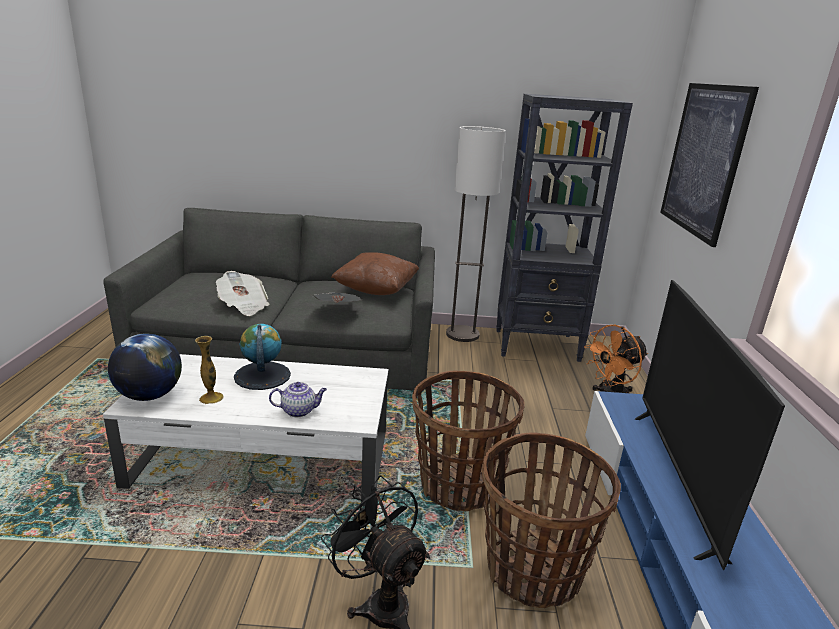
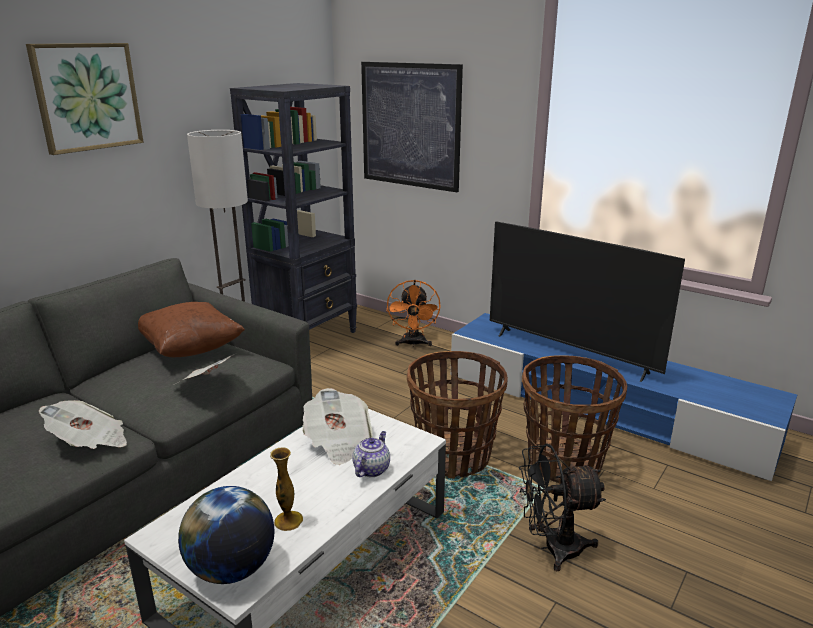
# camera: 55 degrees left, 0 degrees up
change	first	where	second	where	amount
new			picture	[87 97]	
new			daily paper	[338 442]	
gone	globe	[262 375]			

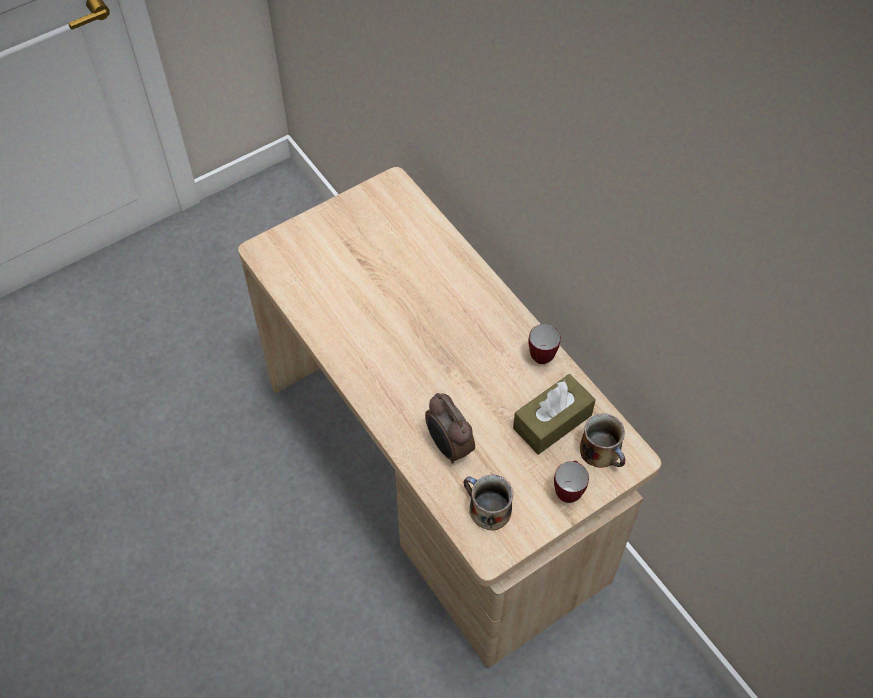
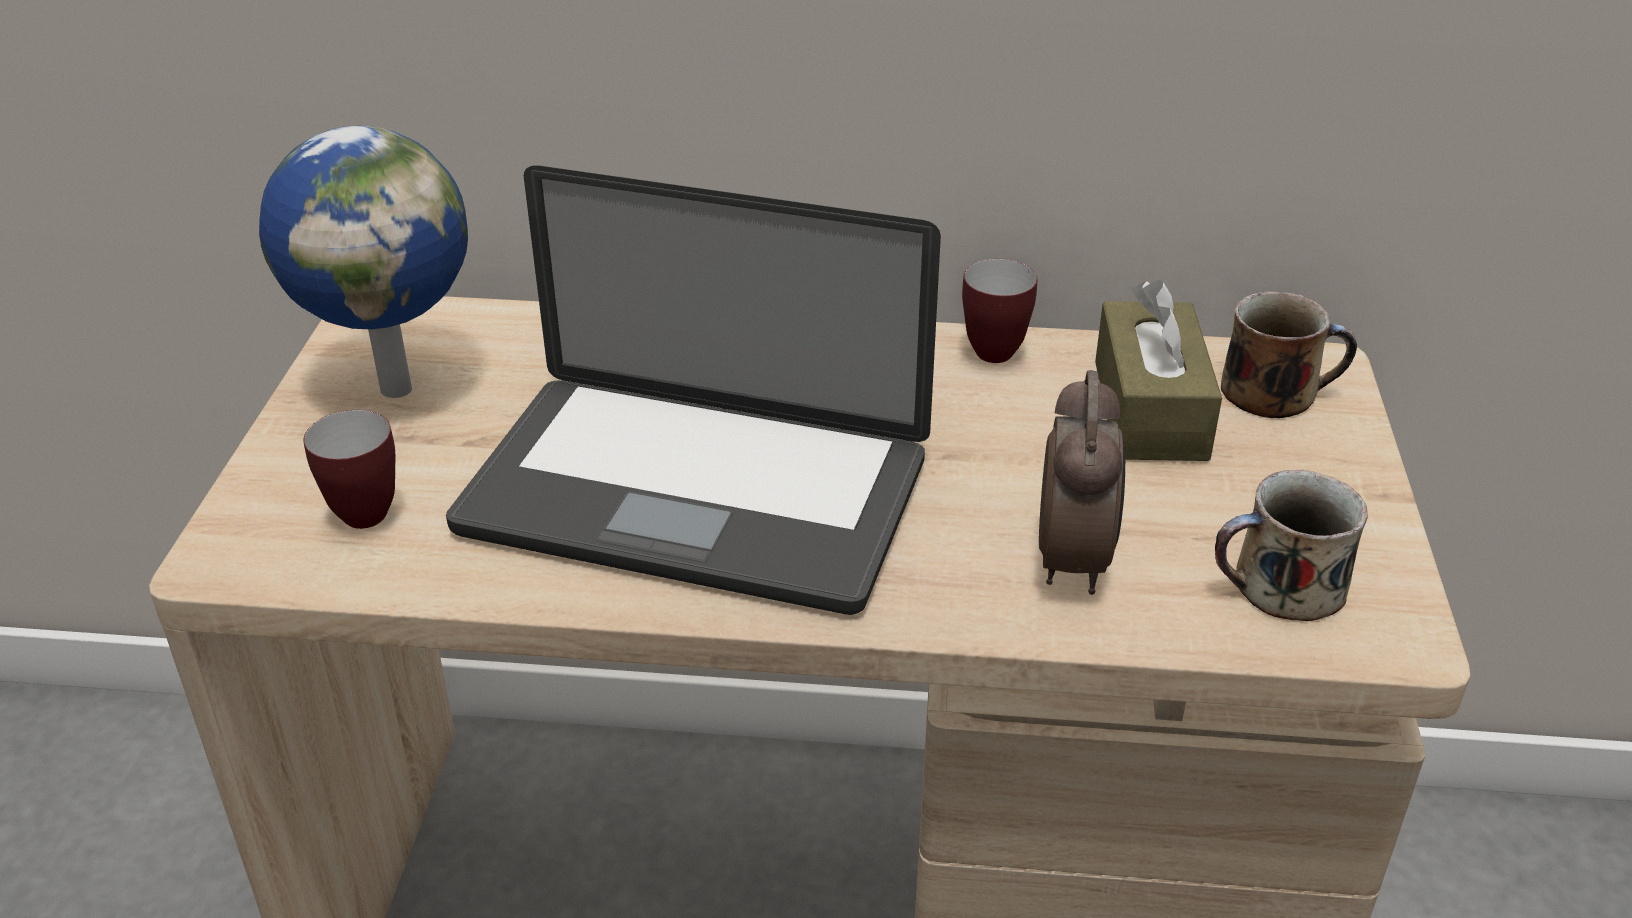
# camera: 50 degrees left, 20 degrees down
change	first	where	second	where	amount
new			globe	[397 386]	
shifted	coffee mug	[568 490]		[359 510]	
new			laptop	[694 497]	
rotated	alarm clock	[448 447]		[1074 561]	90 degrees counterclockwise

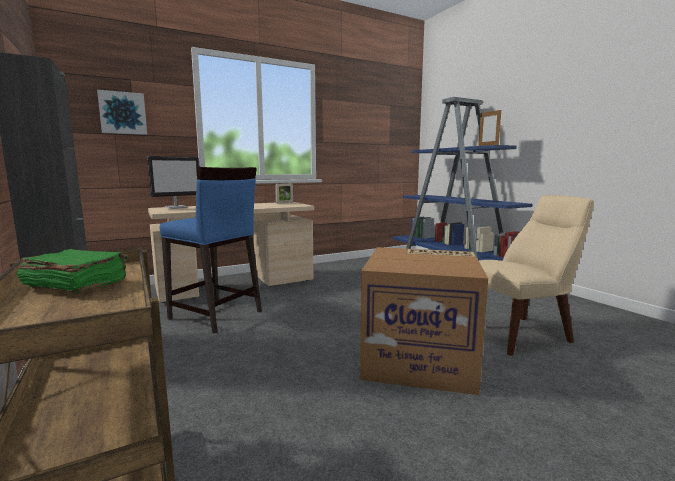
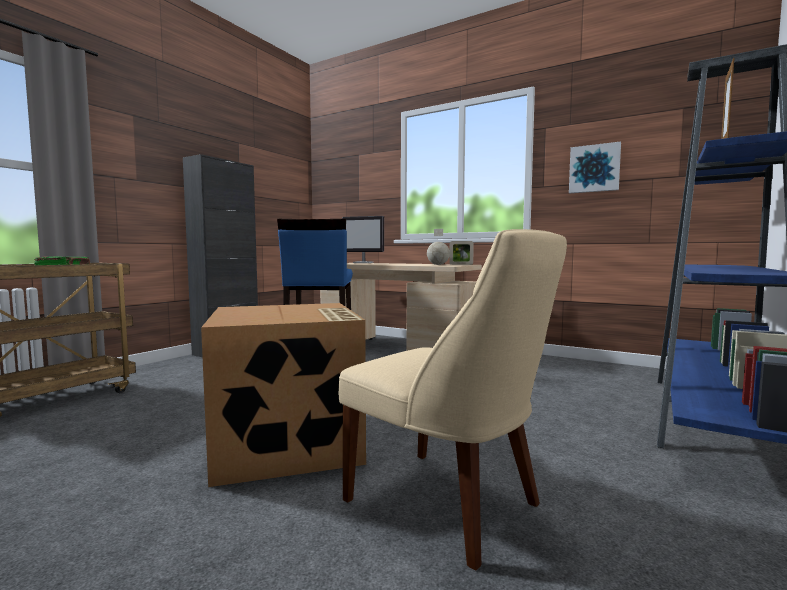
# camera: 60 degrees right, 5 degrees down
change	first	where	second	where	amount
new			globe	[438 264]	
shifted	picture	[123 113]		[594 168]	

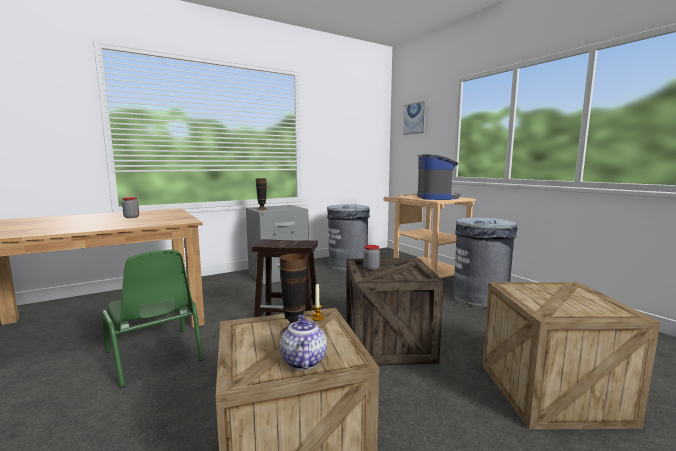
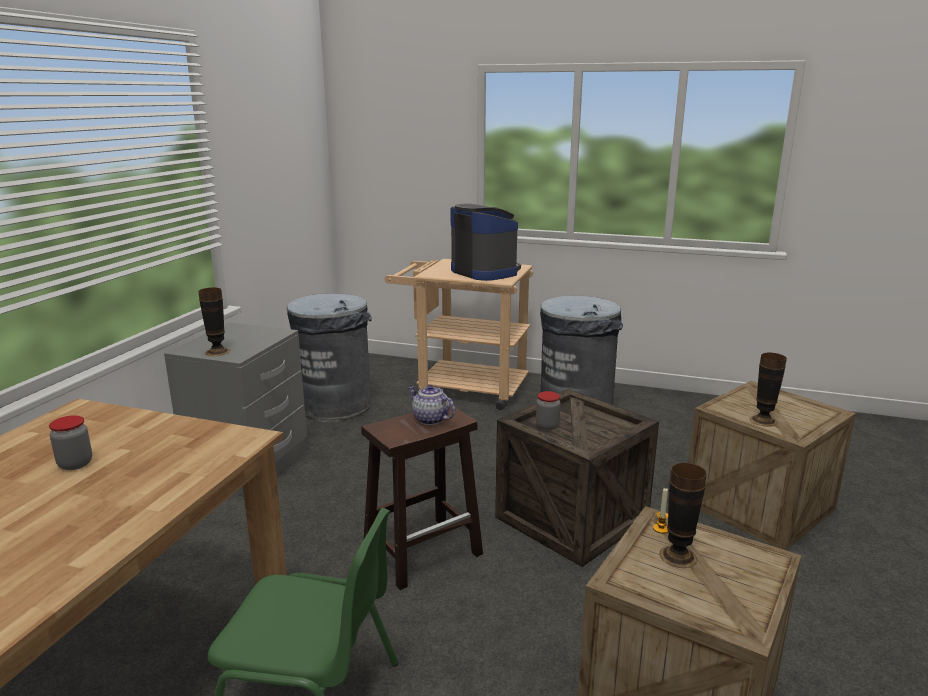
# camera: 40 degrees left, 10 degrees up
change	first	where	second	where	amount
shifted	teapot	[303 360]		[430 419]	
new			decorative vase	[763 420]	
gone	picture	[415 118]			

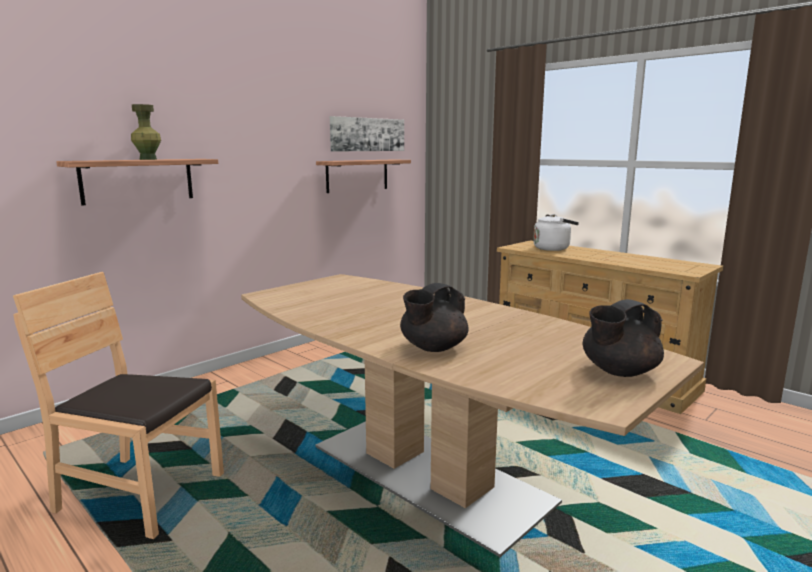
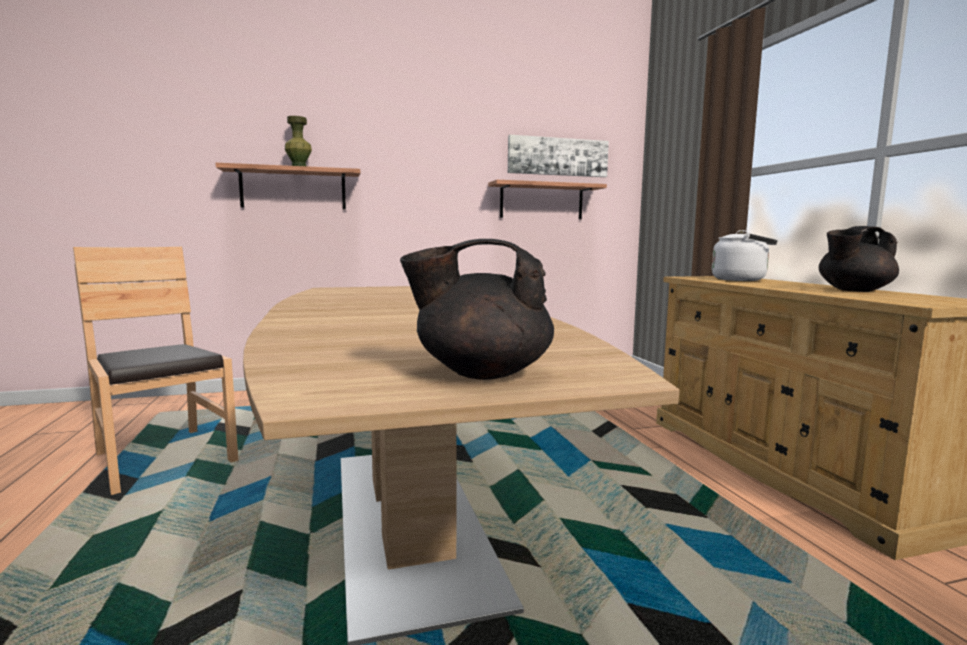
# camera: 30 degrees right, 5 degrees down
change	first	where	second	where	amount
shifted	blackish teapot	[432 348]		[853 290]	

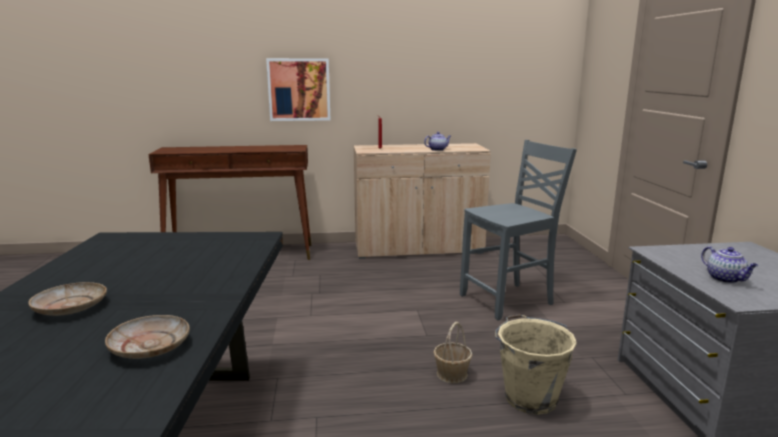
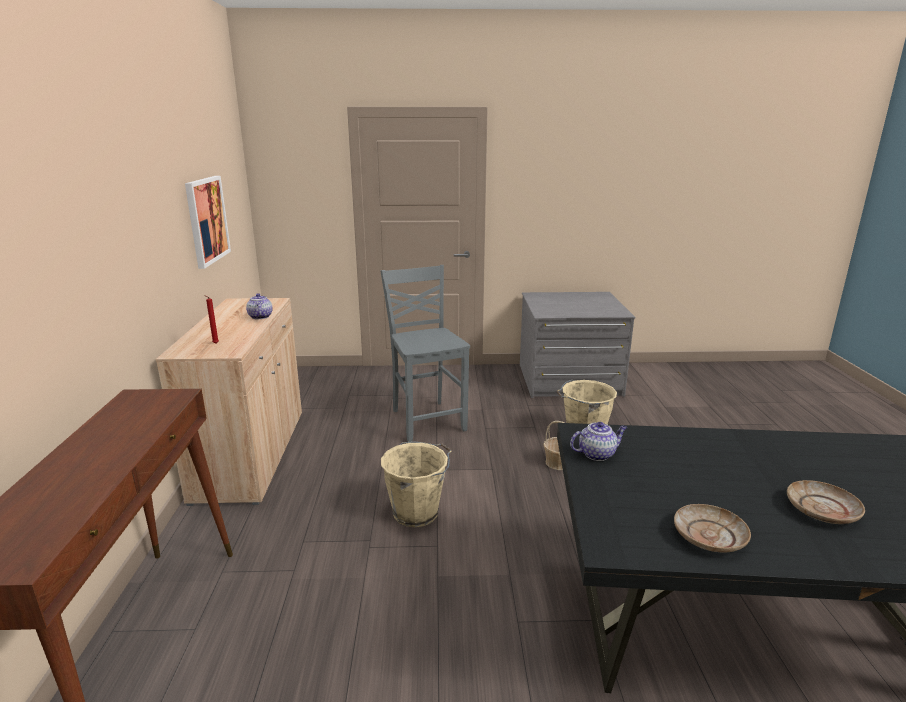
# camera: 85 degrees left, 5 degrees up
change	first	where	second	where	amount
shifted	picture	[299 89]		[206 220]	
new			beige pail	[417 512]	
shifted	teapot	[725 279]		[597 454]	
shifted	beige dinner plate	[150 346]		[709 536]	

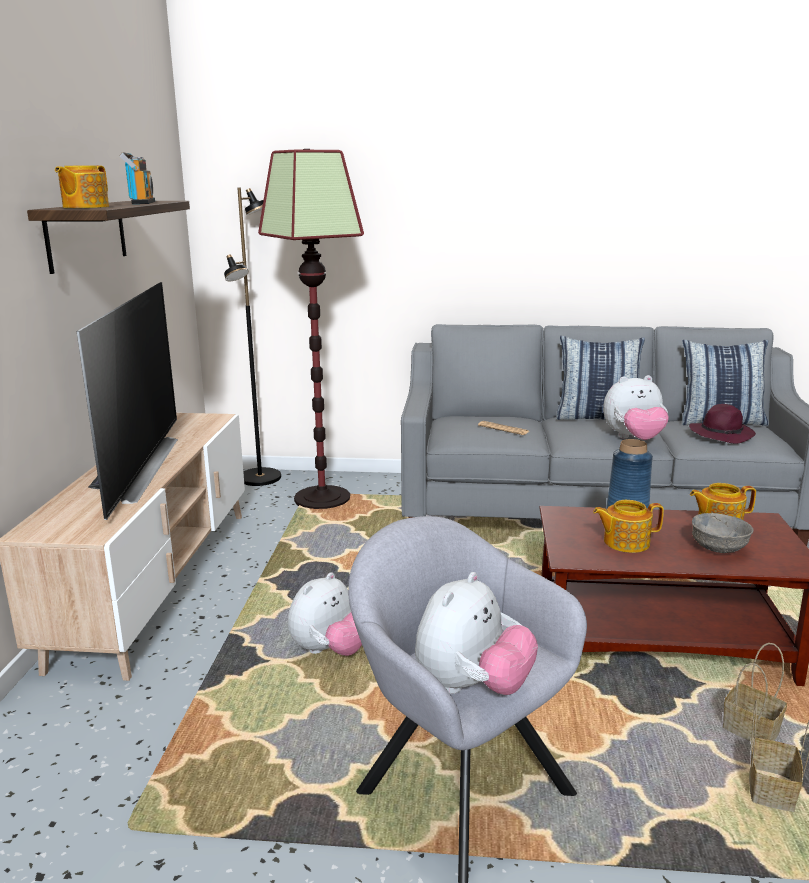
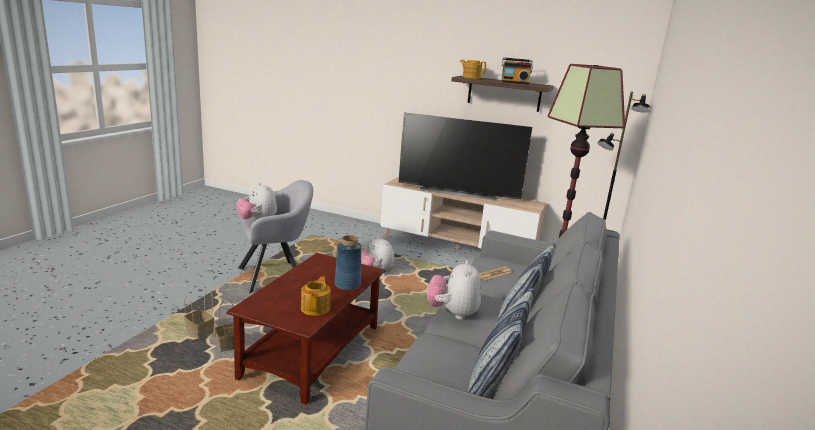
# camera: 105 degrees right, 0 degrees up
change	first	where	second	where	amount
gone	teapot	[625 542]			
gone	purplish clothing hat	[722 434]			
gone	greyish bowl	[717 549]			

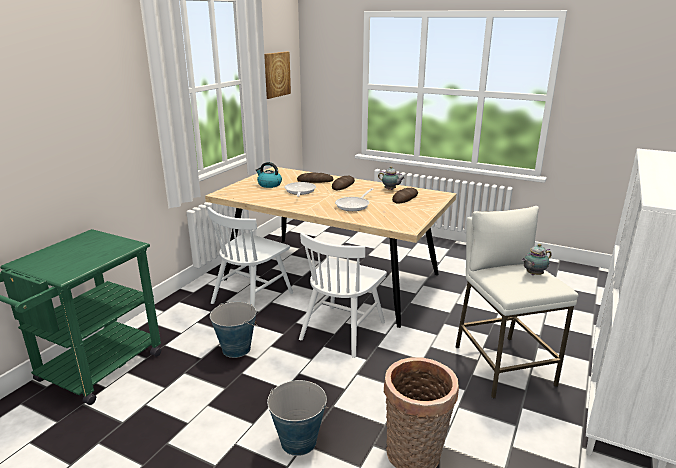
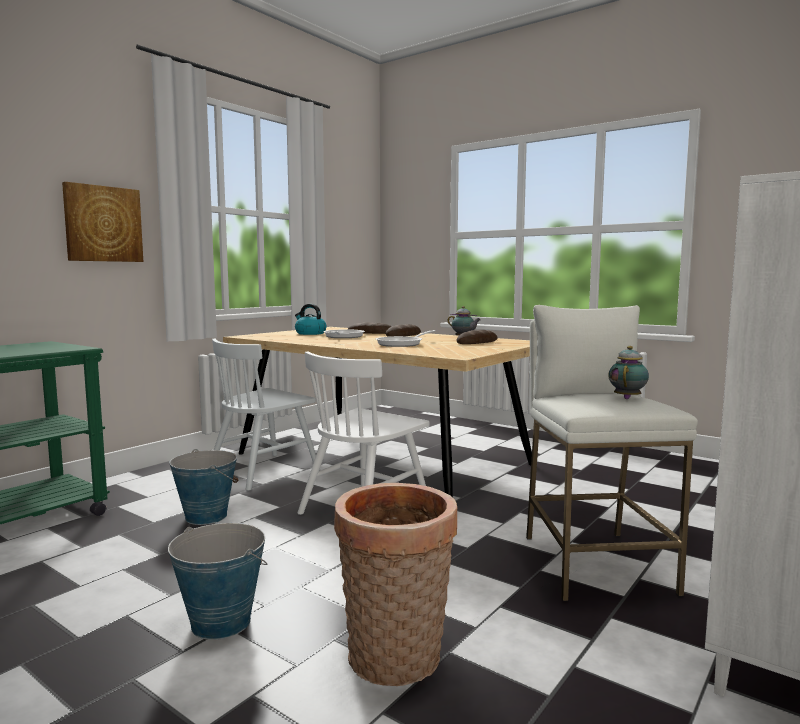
# camera: 10 degrees right, 15 degrees down
change	first	where	second	where	amount
shifted	picture	[275 74]		[103 224]	
rotated	teapot	[533 274]		[628 398]	135 degrees clockwise

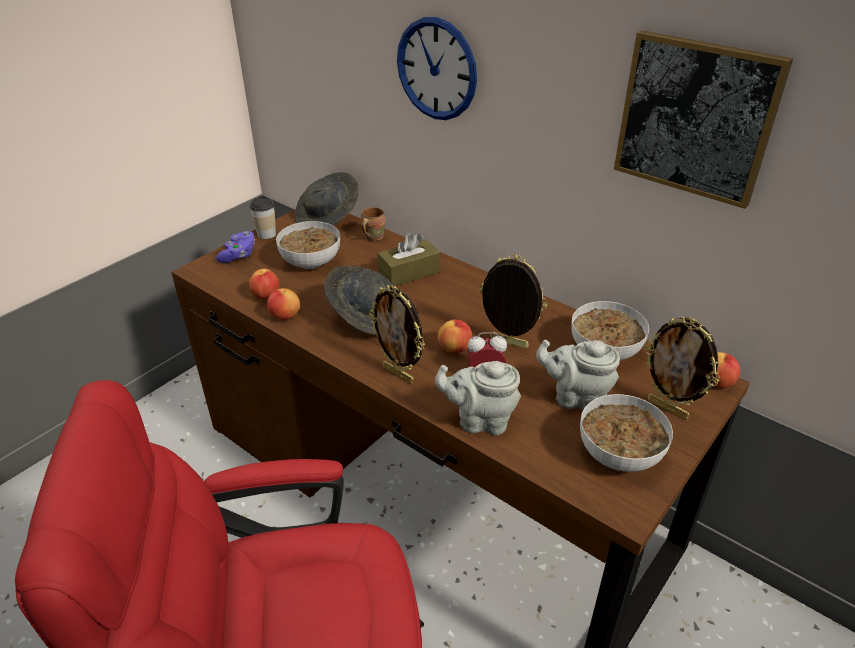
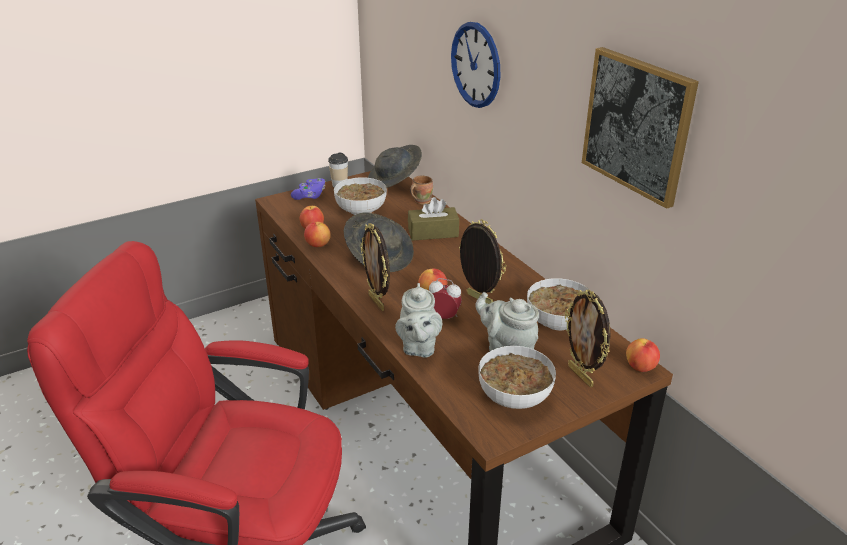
# camera: 20 degrees right, 5 degrees down
change	first	where	second	where	amount
rotated	greyish teapot	[480 420]		[418 347]	120 degrees counterclockwise

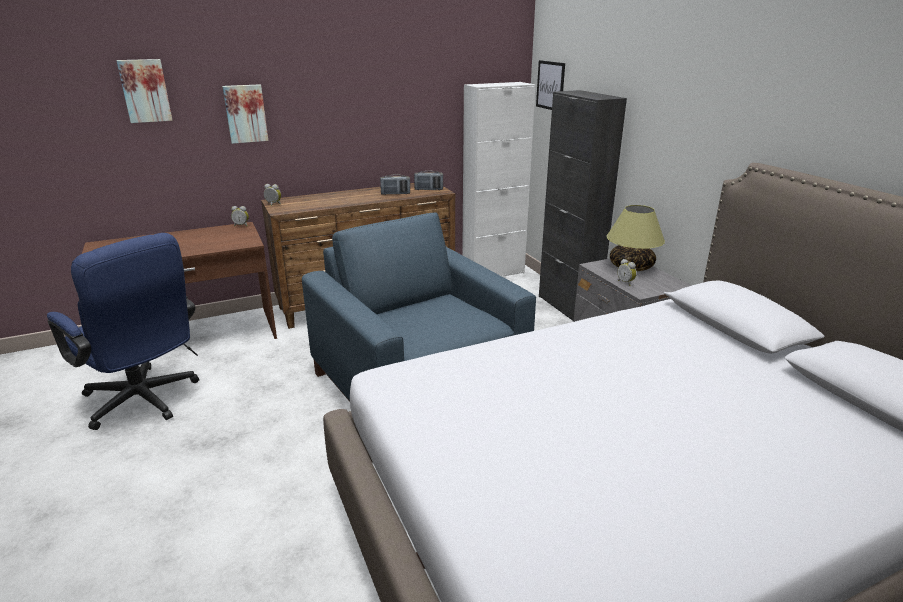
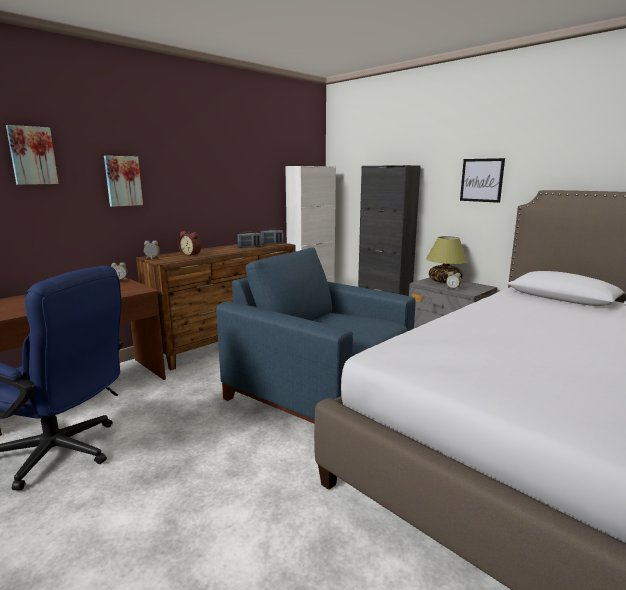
# camera: 20 degrees left, 10 degrees down
change	first	where	second	where	amount
new			alarm clock	[191 255]	
shifted	picture	[550 85]		[481 180]	

